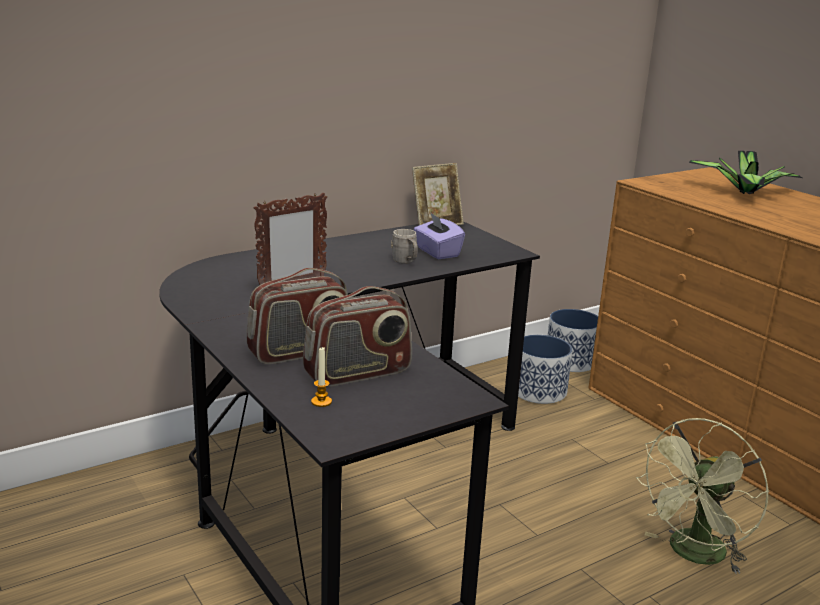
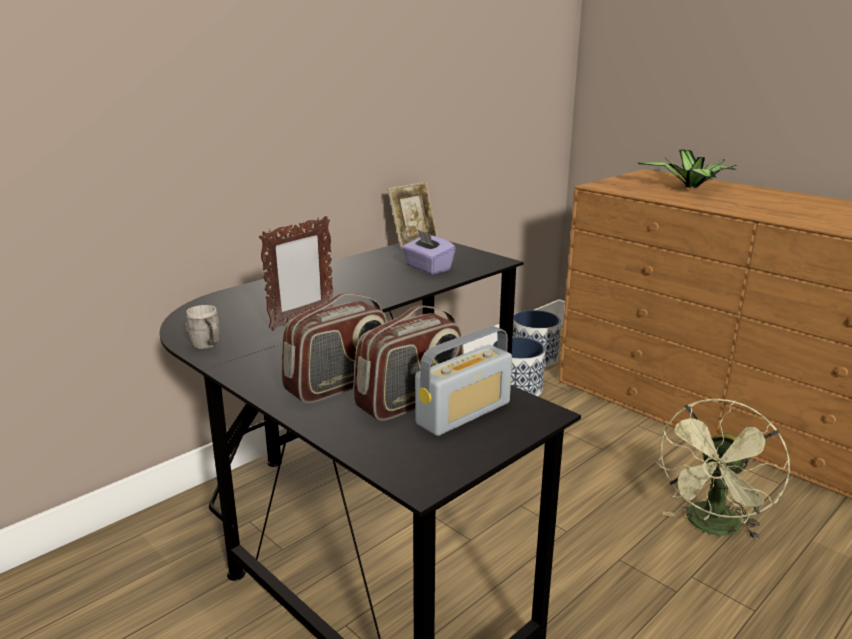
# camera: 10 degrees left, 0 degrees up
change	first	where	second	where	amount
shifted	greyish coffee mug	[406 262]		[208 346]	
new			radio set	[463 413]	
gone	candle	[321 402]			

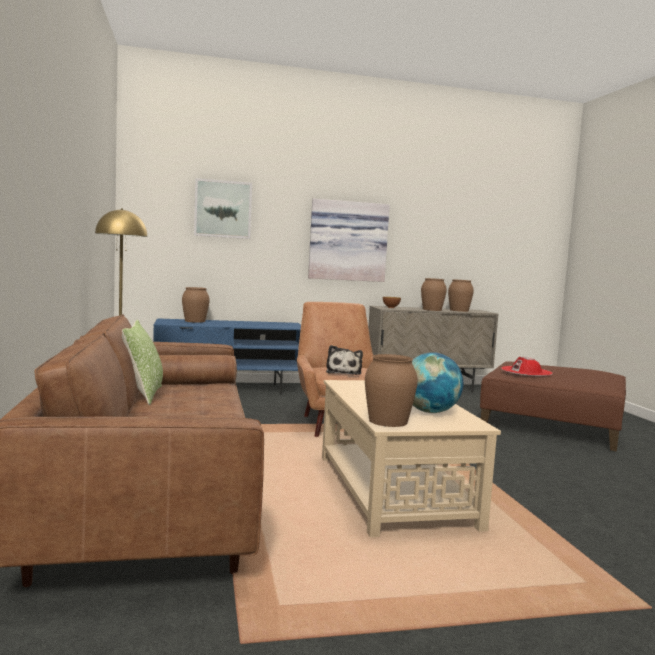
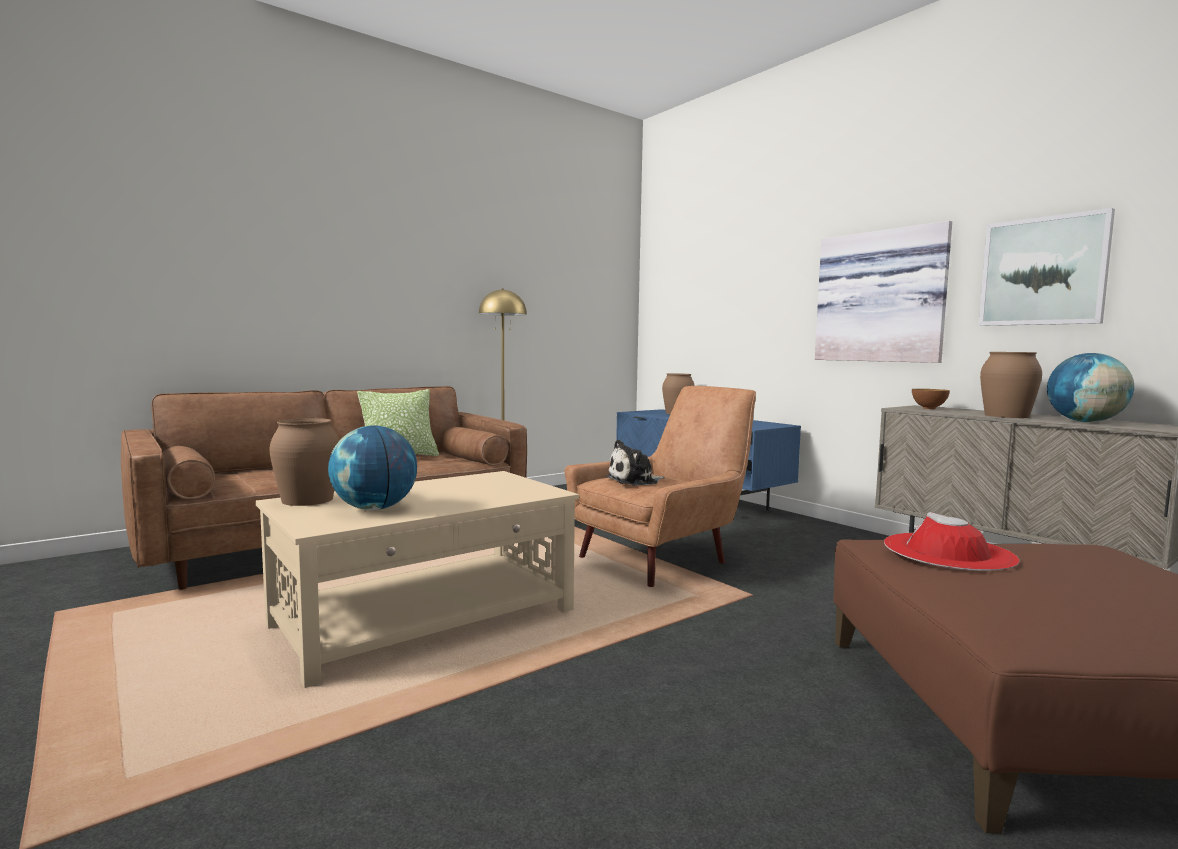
# camera: 65 degrees right, 0 degrees up
change	first	where	second	where	amount
shifted	picture	[223 209]		[1043 271]	
swapped	brownish decorative vase	[459 310]	globe	[1085 421]	

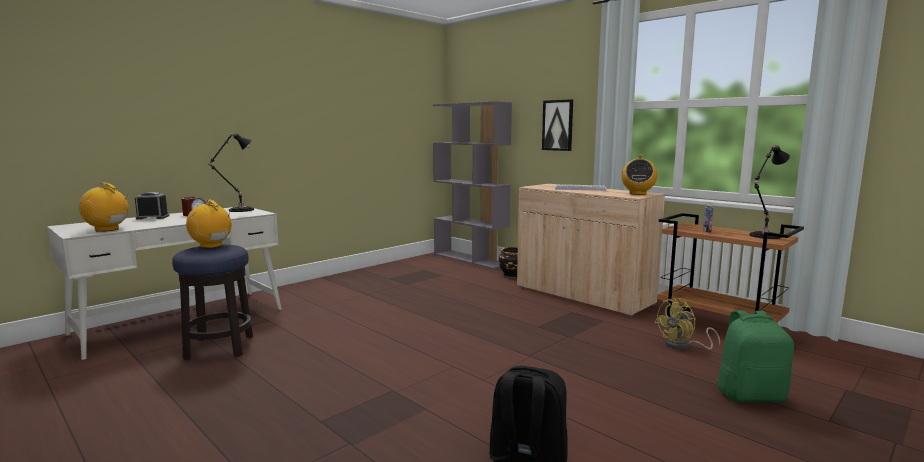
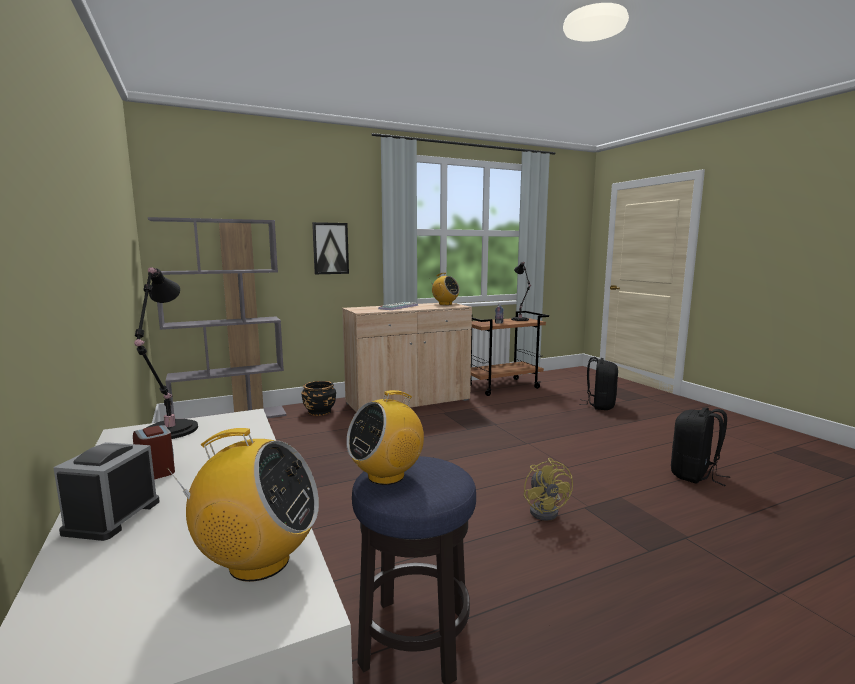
# camera: 70 degrees left, 0 degrees up
change	first	where	second	where	amount
rotated	radio set	[107 229]		[258 562]	120 degrees counterclockwise
shifted	yellowish fan	[683 346]		[546 510]	
repainted	green knapsack	[750 395]	blackish knapsack	[599 405]	

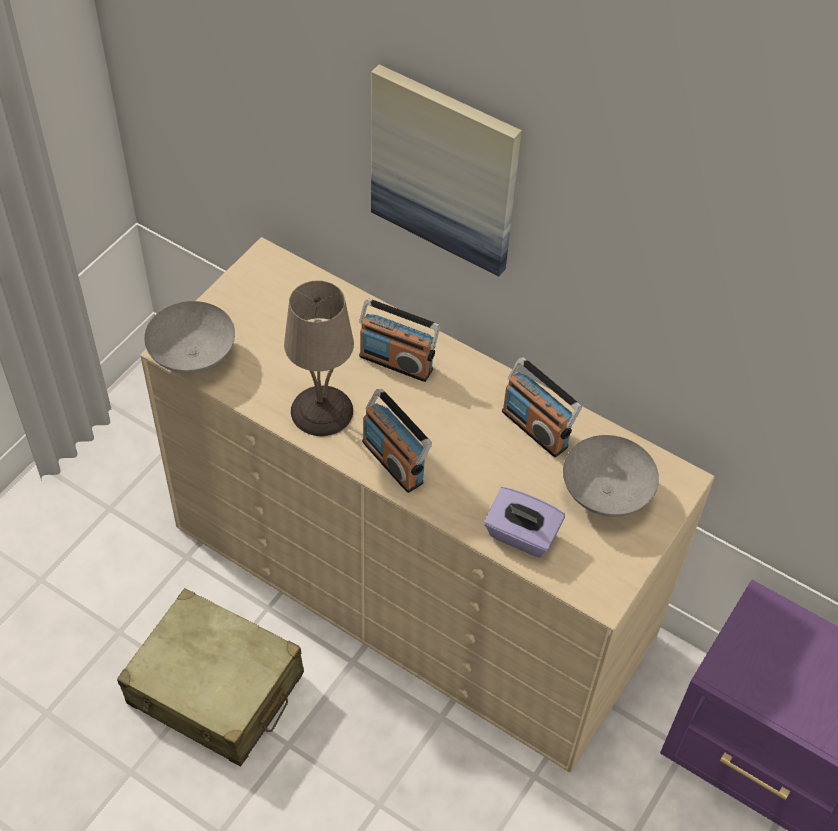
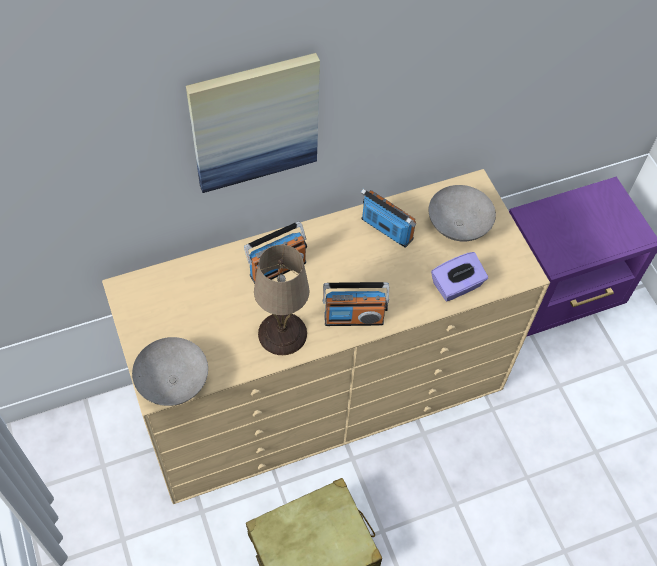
# camera: 55 degrees left, 5 degrees up
change	first	where	second	where	amount
rotated	radio set	[535 428]		[386 229]	135 degrees counterclockwise

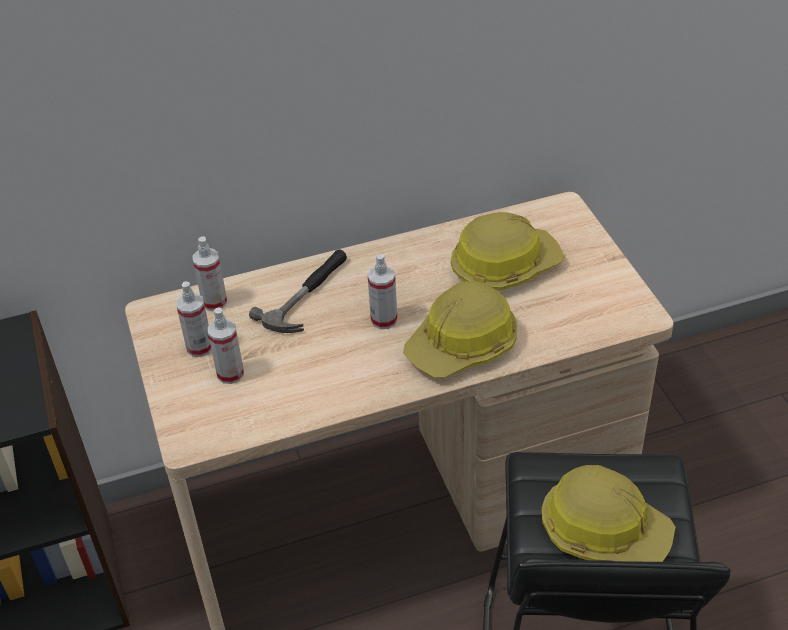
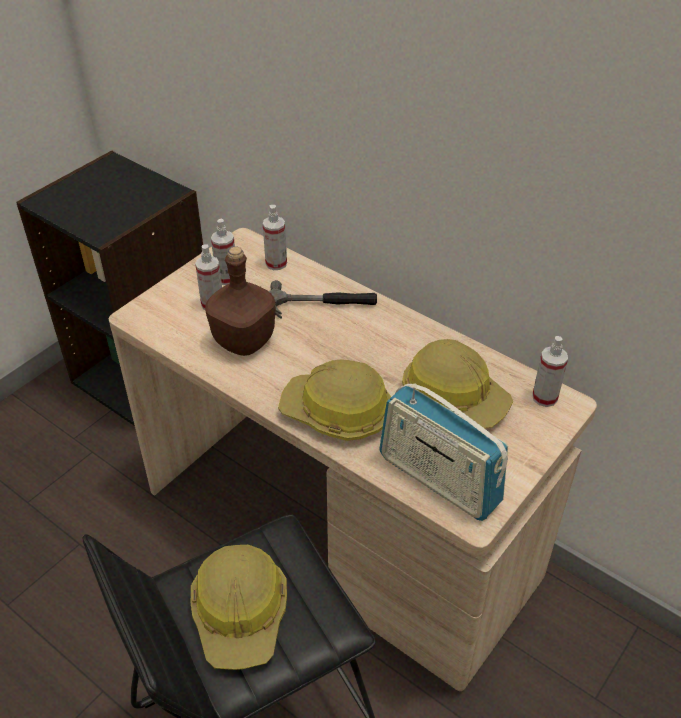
# camera: 55 degrees right, 0 degrees up
change	first	where	second	where	amount
new			brownish drink bottle	[243 342]	
new			radio set	[438 480]	
shifted	spray bottle	[384 320]		[544 397]	

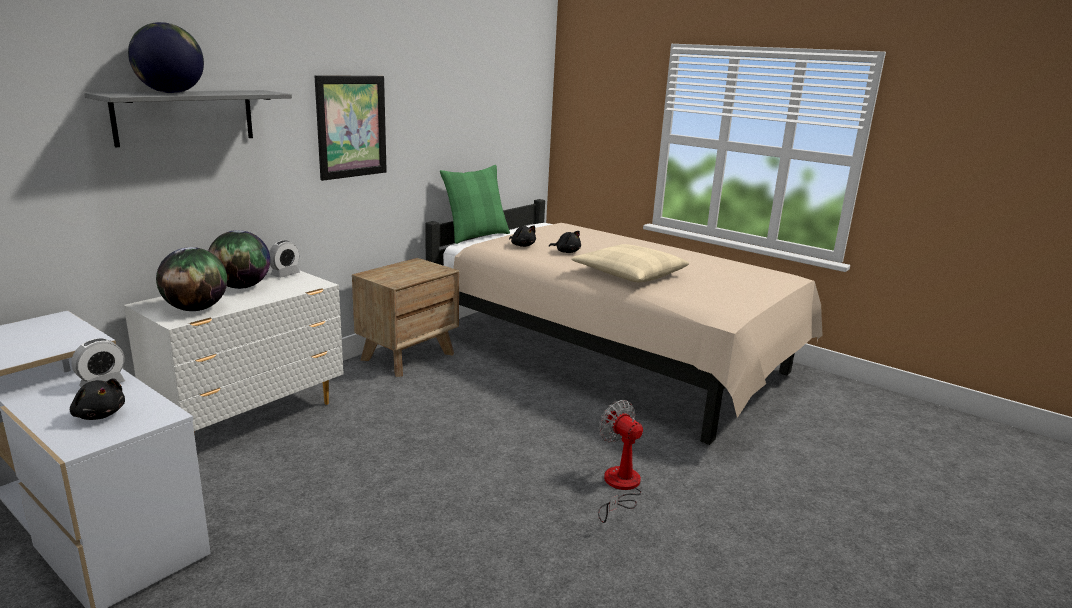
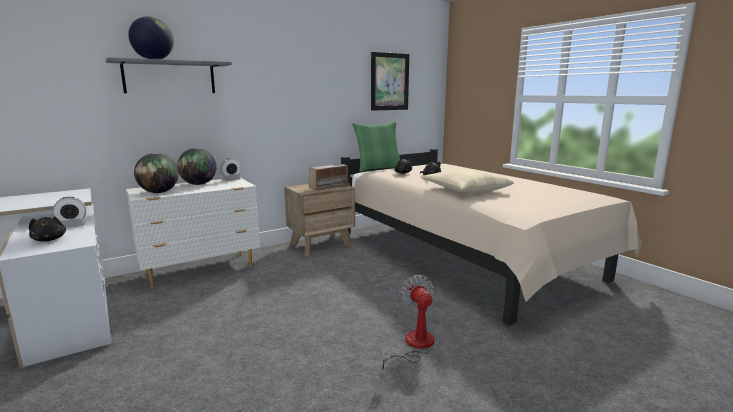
# camera: 20 degrees right, 5 degrees down
change	first	where	second	where	amount
new			radio set	[329 187]	
shifted	picture	[351 127]		[389 81]	

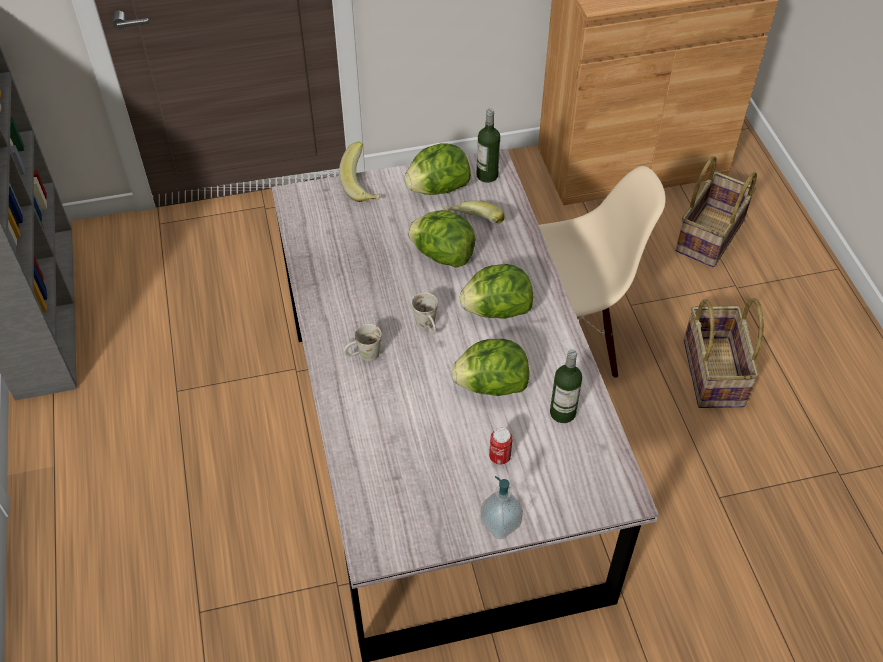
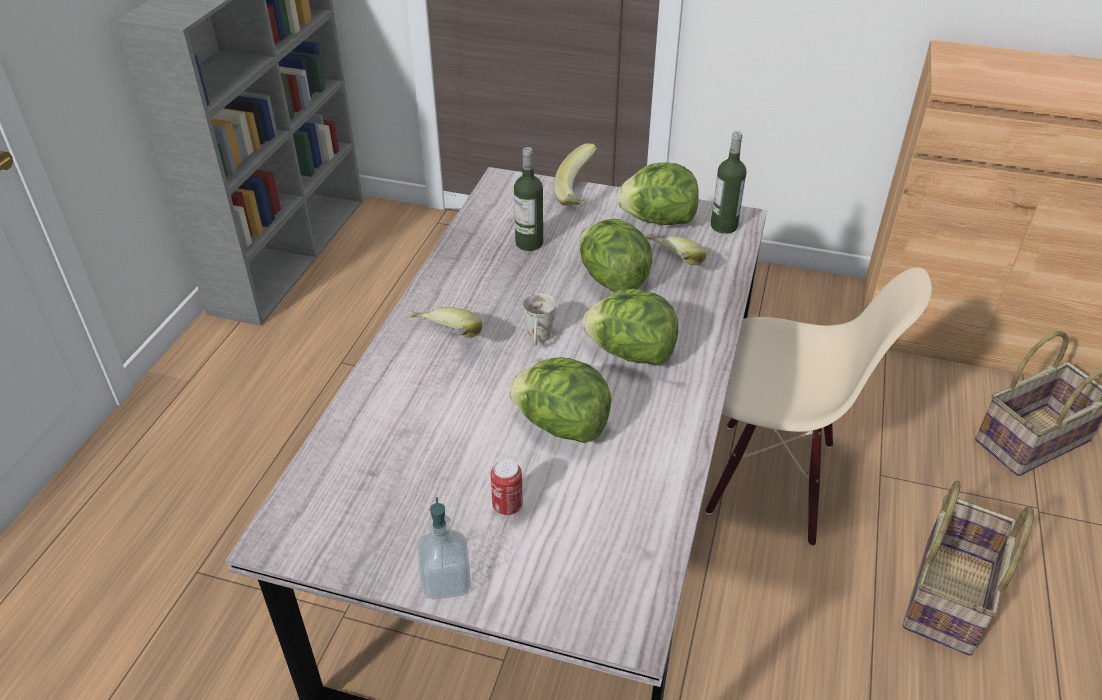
# camera: 30 degrees right, 10 degrees down
change	first	where	second	where	amount
swapped	whitish coffee mug	[363 356]	whole banana	[445 340]	
shifted	drink bottle	[562 413]		[529 243]	

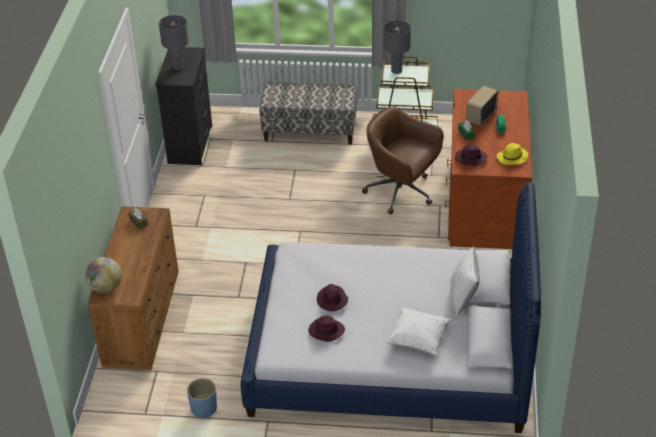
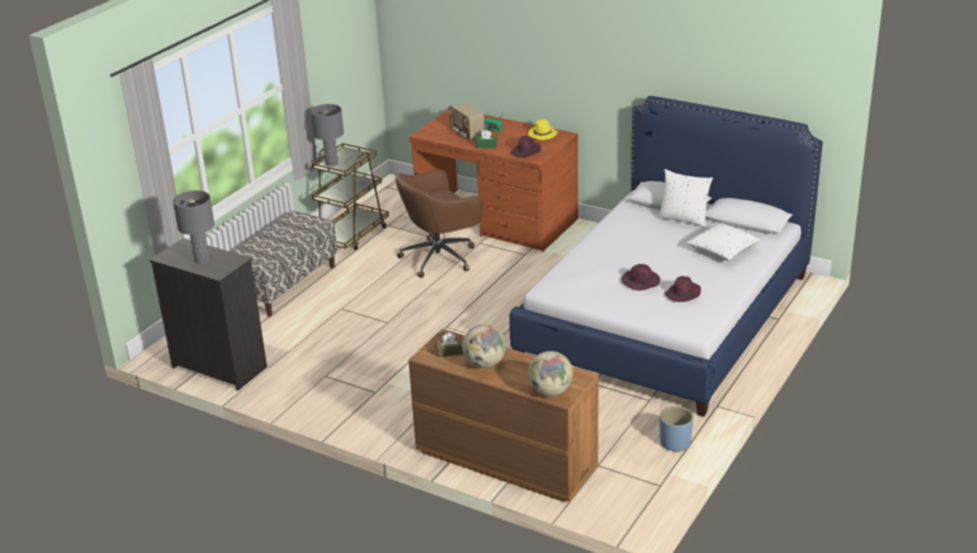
# camera: 65 degrees left, 10 degrees down
change	first	where	second	where	amount
new			globe	[484 364]	

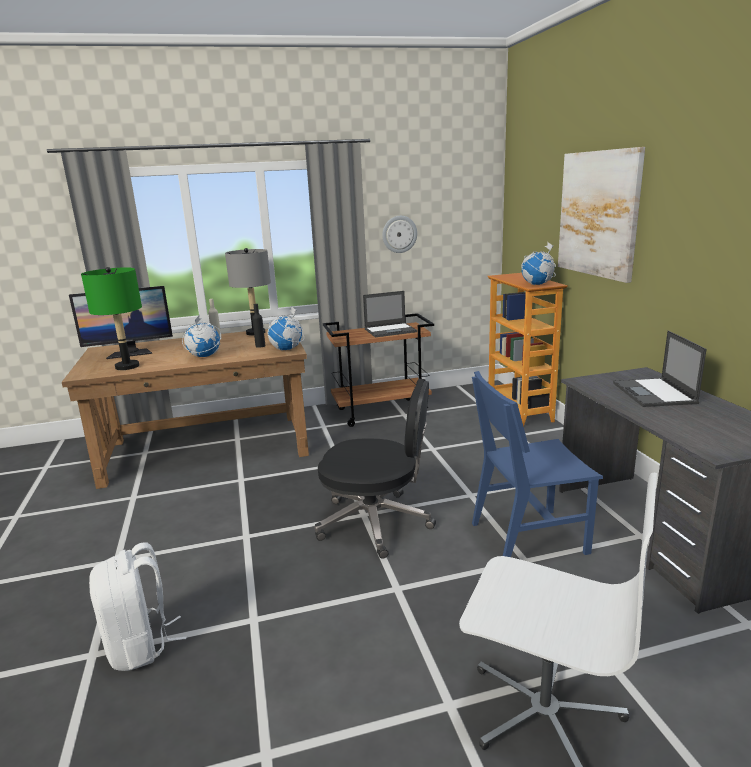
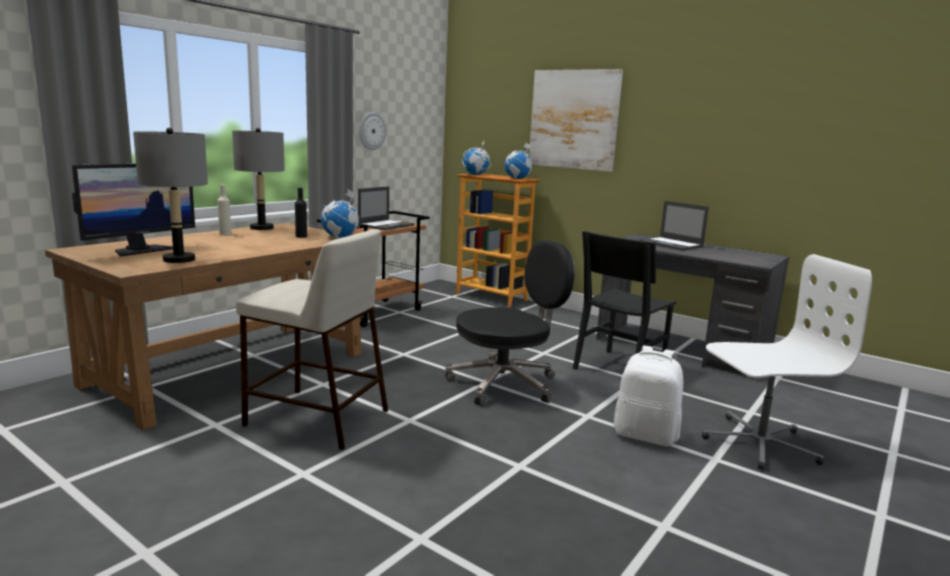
# camera: 40 degrees left, 5 degrees down
change	first	where	second	where	amount
repainted	green tabletop lamp	[127 367]	greyish tabletop lamp	[179 260]	
new			beige stool	[315 417]	
shifted	globe	[204 356]		[475 174]	
repainted	bluish upright chair	[528 538]	blackish upright chair	[619 367]	
shifted	whitish knapsack	[141 645]		[646 435]	

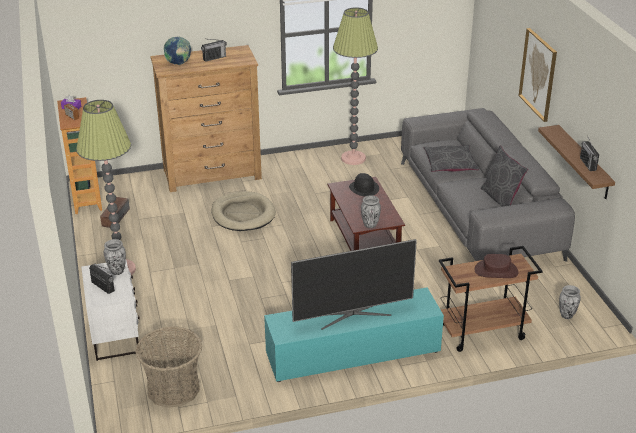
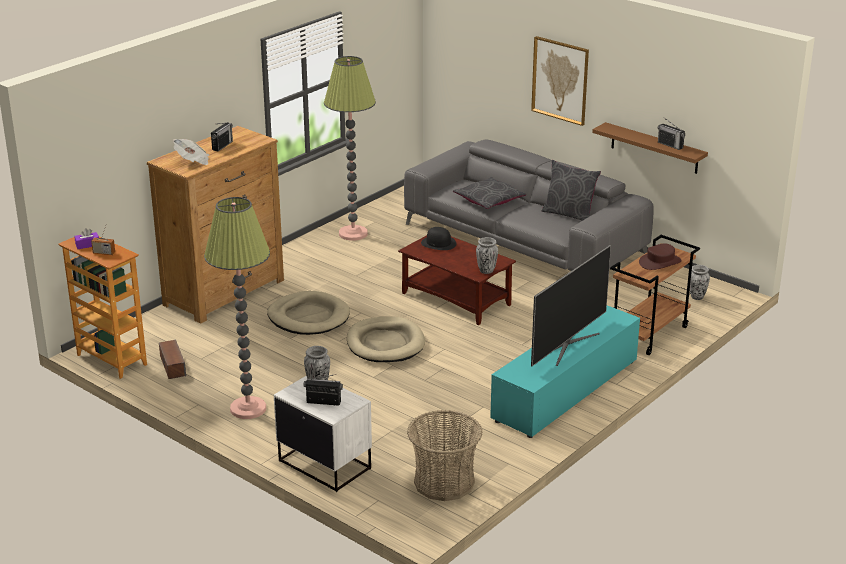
# camera: 35 degrees left, 5 degrees down
change	first	where	second	where	amount
swapped	globe	[178 64]	daily paper	[192 161]	
new			beige dog bed	[385 343]	

